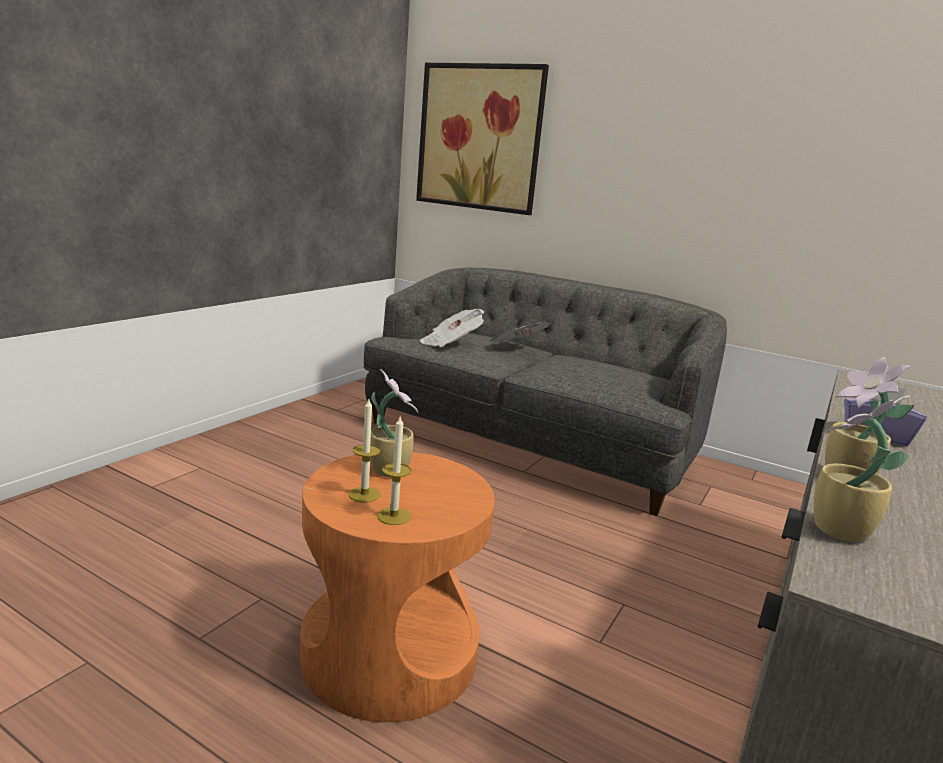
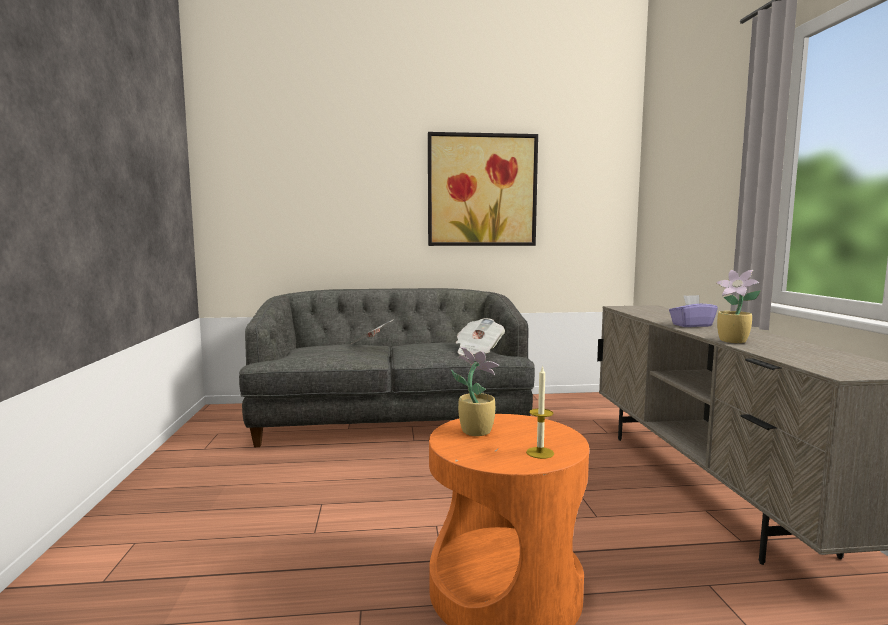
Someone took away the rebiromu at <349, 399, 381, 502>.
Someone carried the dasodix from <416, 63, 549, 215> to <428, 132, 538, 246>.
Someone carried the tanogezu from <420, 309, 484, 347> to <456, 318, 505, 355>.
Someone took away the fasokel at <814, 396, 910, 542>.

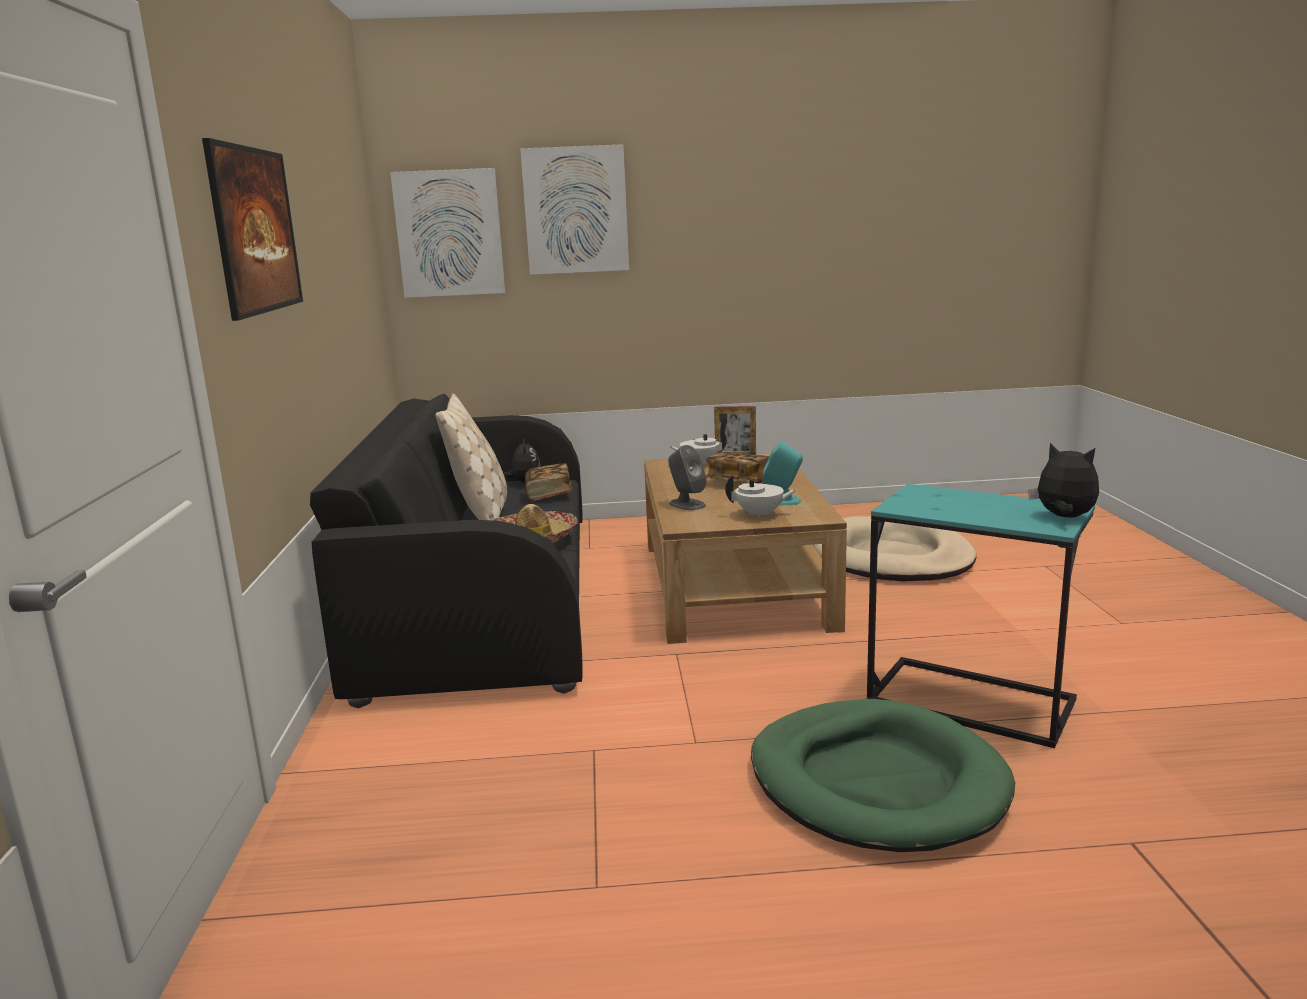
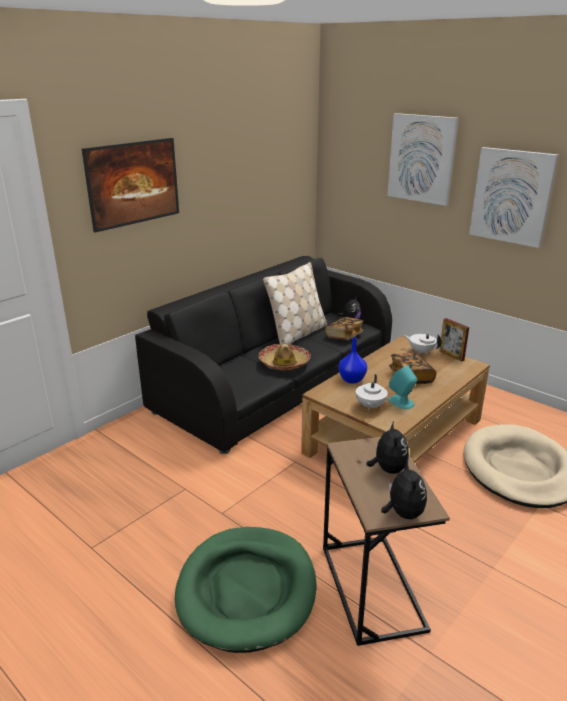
Someone carried the dasodix from <390, 168, 505, 298> to <469, 147, 558, 248>.
Someone swapped the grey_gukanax at <668, 445, 707, 510> for the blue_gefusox at <338, 337, 367, 384>.
Someone rotated the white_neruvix at <725, 475, 797, 519> by 60 degrees clockwise.
Someone repainted the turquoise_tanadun at <867, 484, 1095, 748>, which became the brown_tanadun at <323, 437, 450, 646>.
Someone put down the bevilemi at <366, 421, 409, 474>.

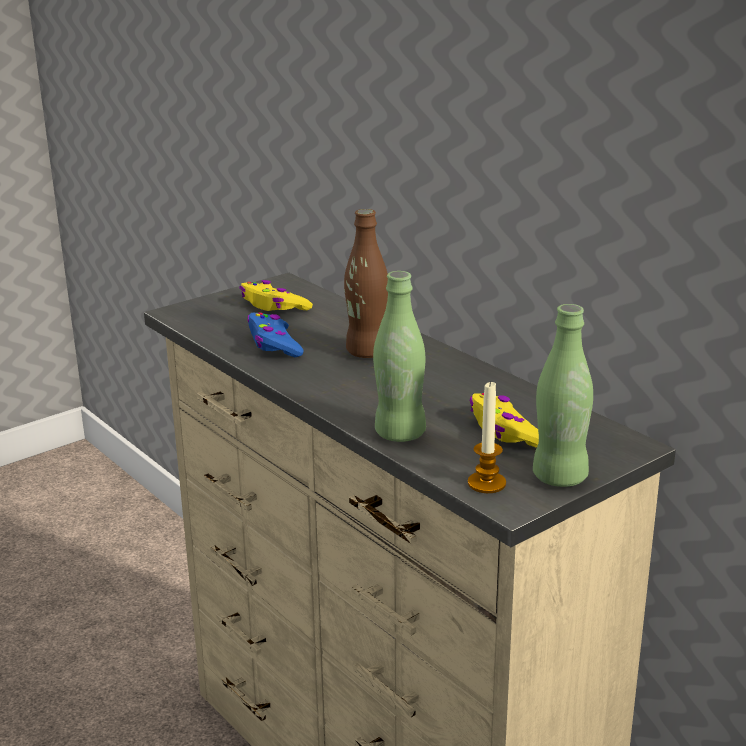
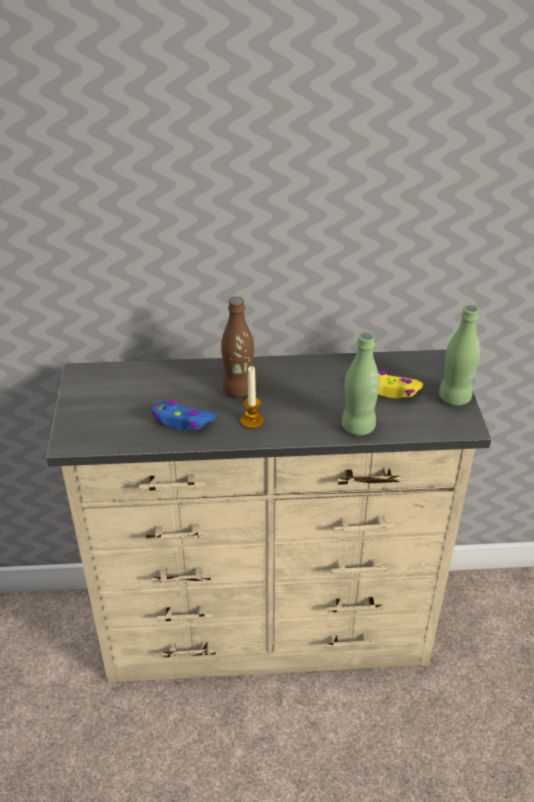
Someone took away the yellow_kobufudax at <239, 280, 313, 311>.
Someone carried the rebiromu from <468, 380, 506, 493> to <241, 366, 264, 429>.

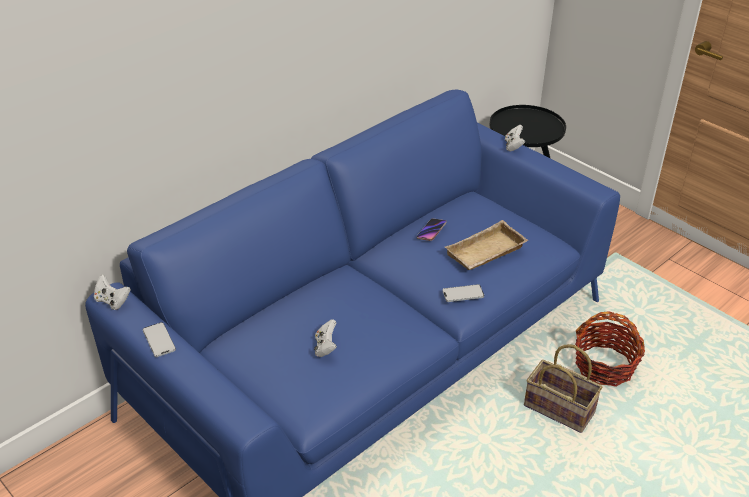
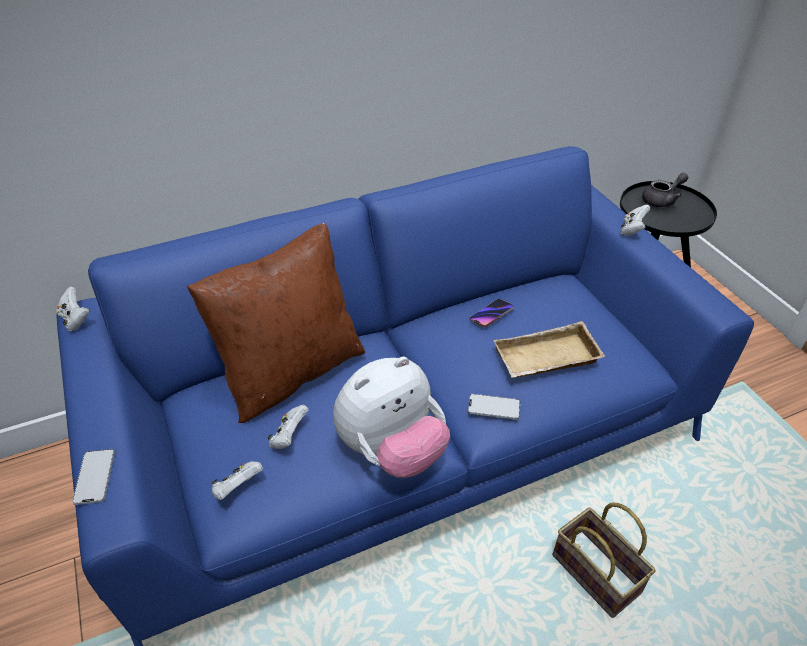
Someone carried the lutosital from <143, 322, 176, 357> to <72, 449, 115, 505>.
Someone took away the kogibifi at <575, 311, 645, 387>.
Someone put down the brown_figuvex at <187, 223, 365, 423>.
Someone put down the white_kobufudax at <211, 461, 263, 500>.
Someone put down the bevilemi at <333, 356, 450, 478>.
Someone put down the grey_neruvix at <642, 173, 688, 207>.

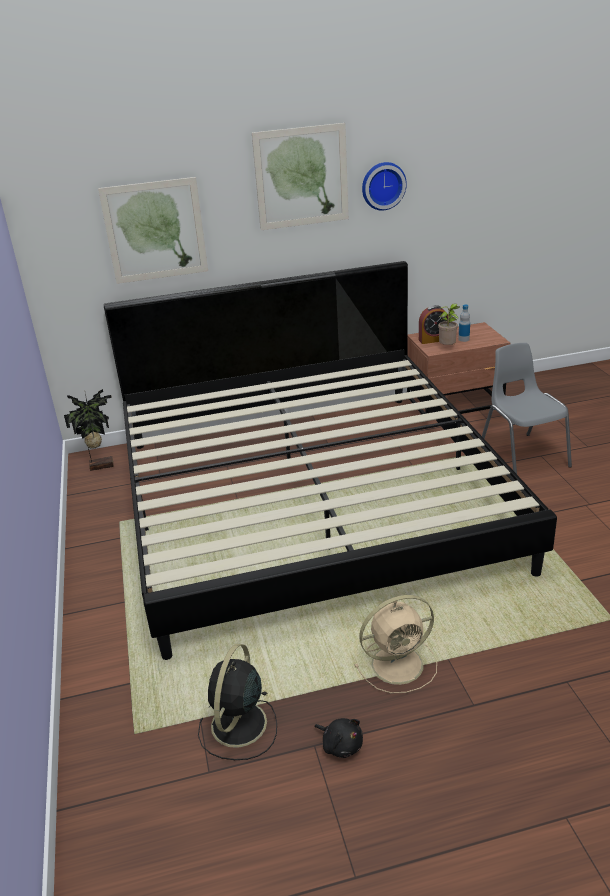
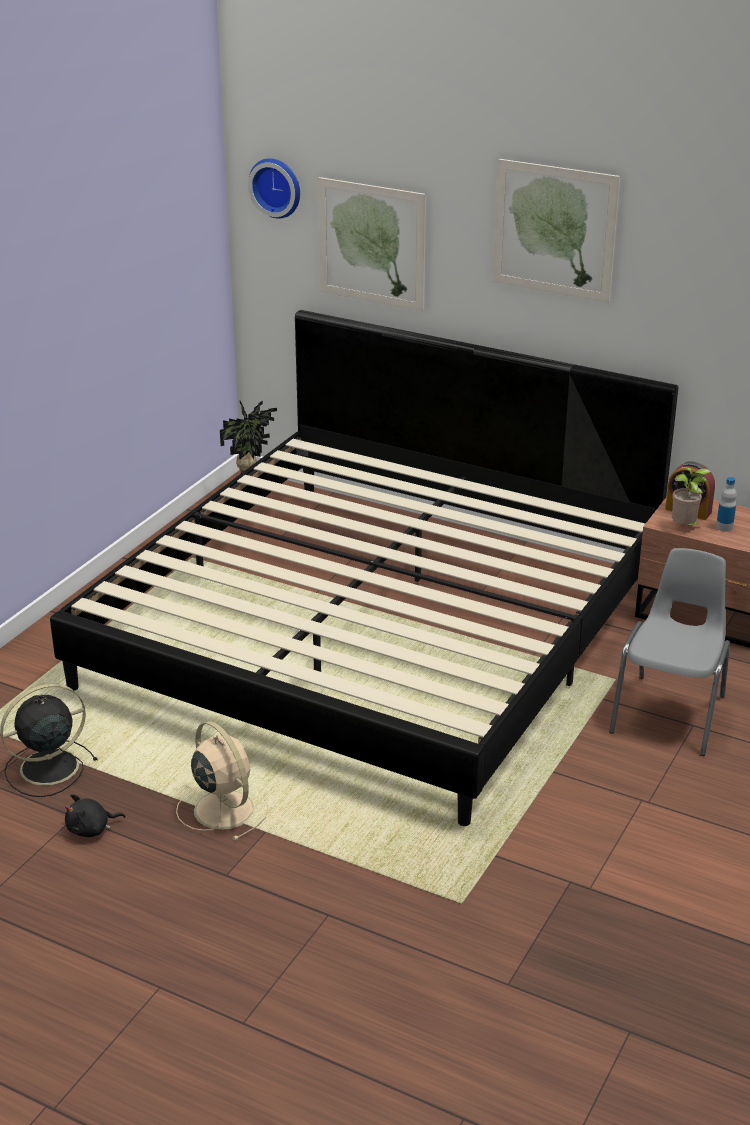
Someone rotated the black_bevilemi at <315, 718, 363, 758> by 75 degrees clockwise.
Someone rotated the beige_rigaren at <354, 595, 437, 693> by 150 degrees counterclockwise.
Someone carried the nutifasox from <362, 162, 407, 211> to <248, 158, 300, 219>.

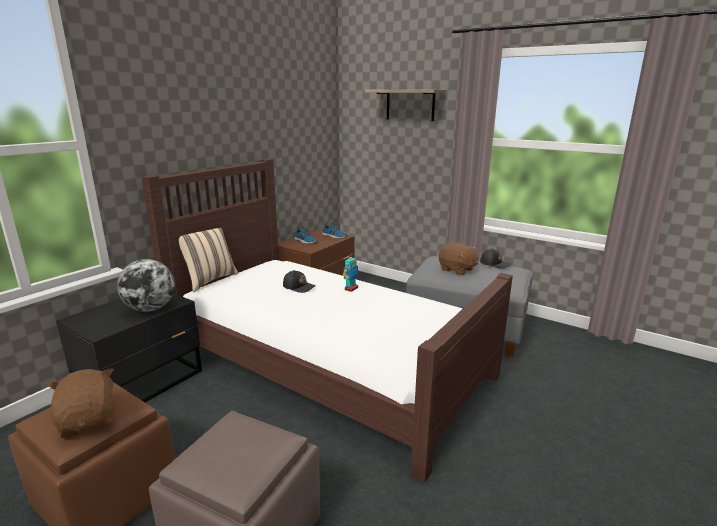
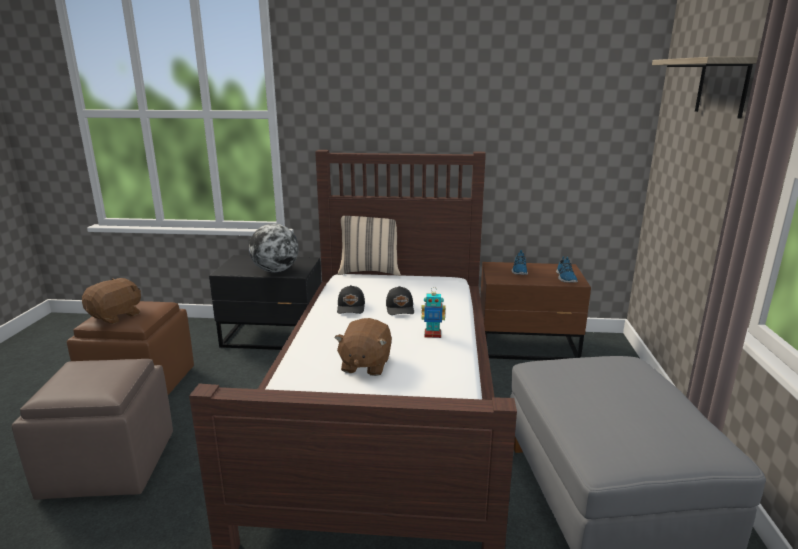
Someone carried the brown_bevilemi from <439, 242, 478, 275> to <334, 318, 392, 376>.
Someone carried the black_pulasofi from <480, 249, 512, 269> to <337, 285, 365, 314>.

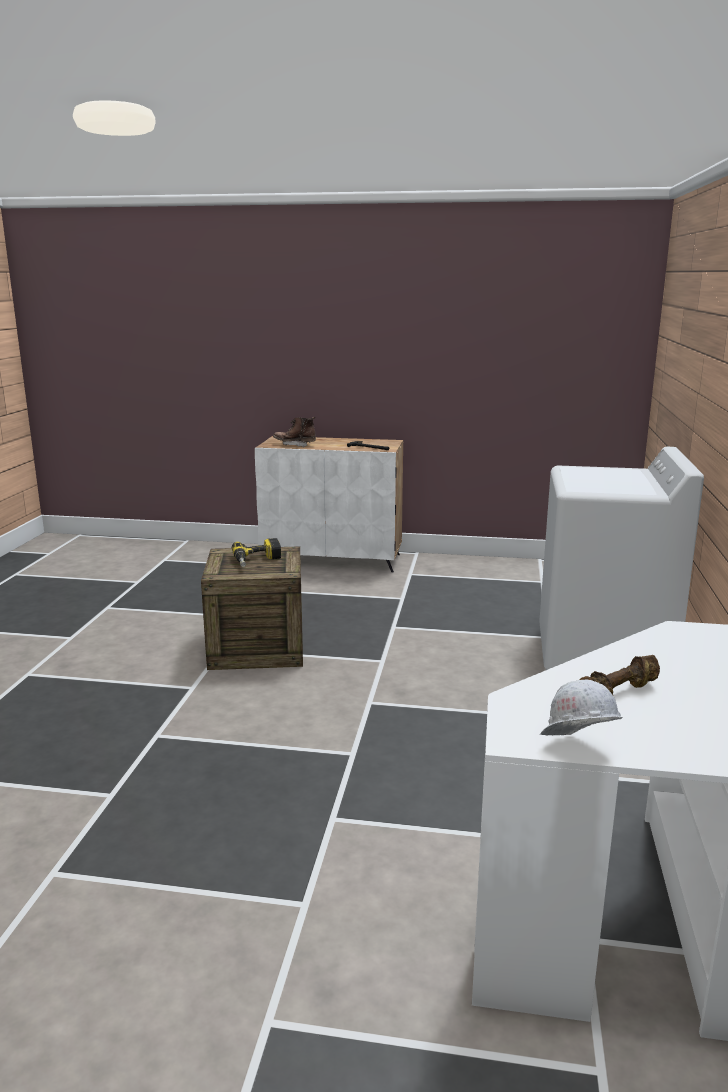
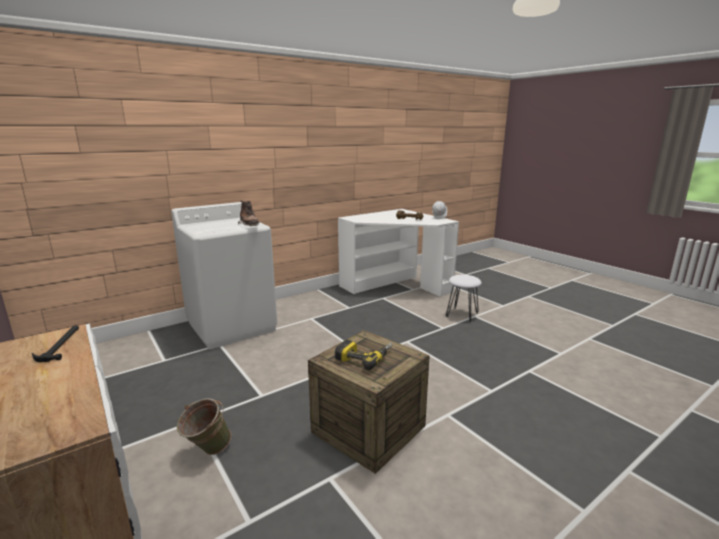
Someone carried the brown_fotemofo from <273, 417, 316, 447> to <238, 200, 259, 226>.
Someone put down the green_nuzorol at <177, 398, 231, 455>.
Someone put down the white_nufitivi at <446, 275, 482, 322>.

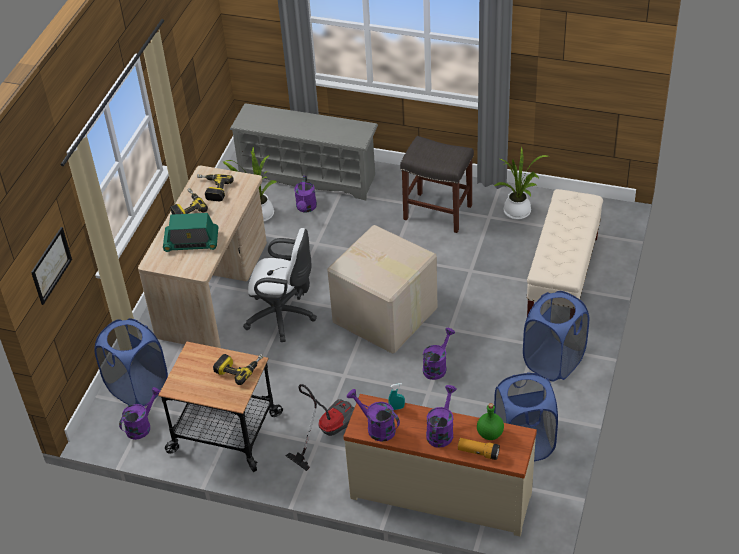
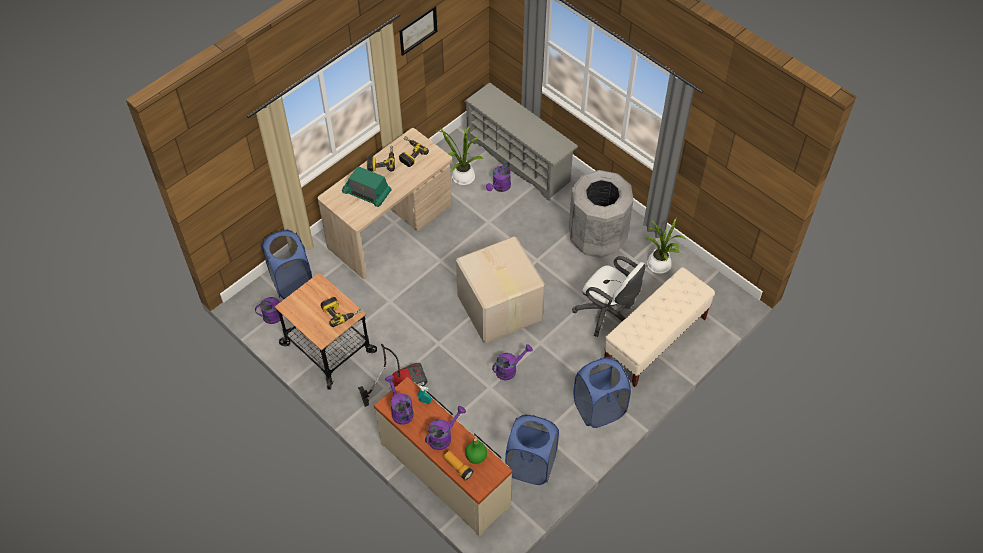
Someone carried the dasodix from <31, 227, 72, 305> to <399, 6, 437, 56>.
Someone carried the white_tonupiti from <243, 228, 317, 342> to <572, 256, 646, 337>.
Someone swapped the grey_nufitivi at <400, 136, 474, 233> for the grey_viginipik at <569, 170, 634, 258>.

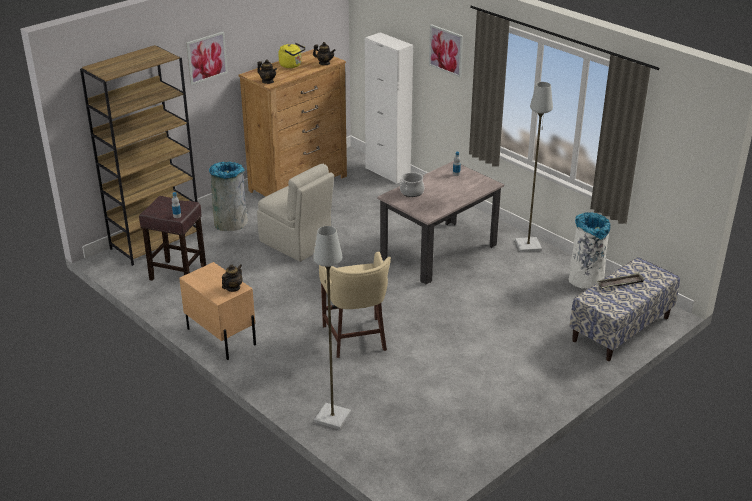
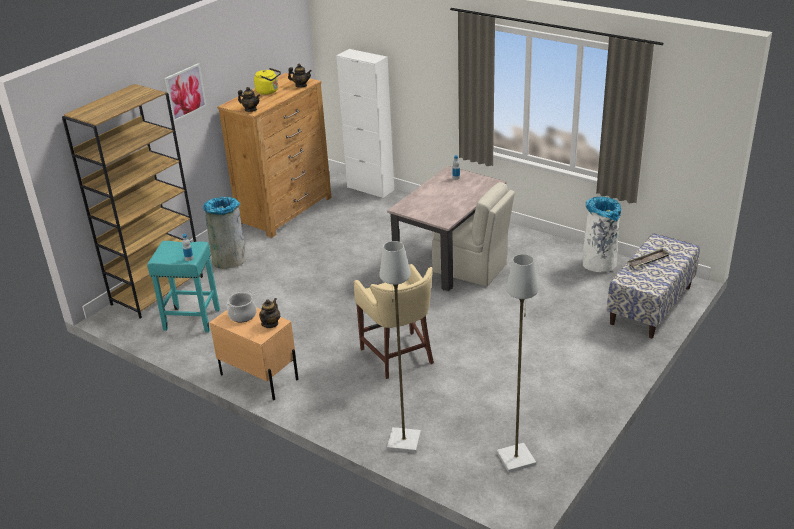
Someone repainted the brown_nufitivi at <139, 196, 206, 281>, which became the turquoise_nufitivi at <147, 241, 220, 333>.
Someone carried the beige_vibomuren from <257, 164, 334, 262> to <432, 182, 515, 287>.
Someone carried the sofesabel from <400, 172, 425, 197> to <225, 291, 257, 322>.
Someone took away the dasodix at <429, 24, 463, 77>.
Someone carried the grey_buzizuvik from <515, 82, 553, 252> to <496, 254, 539, 473>.

